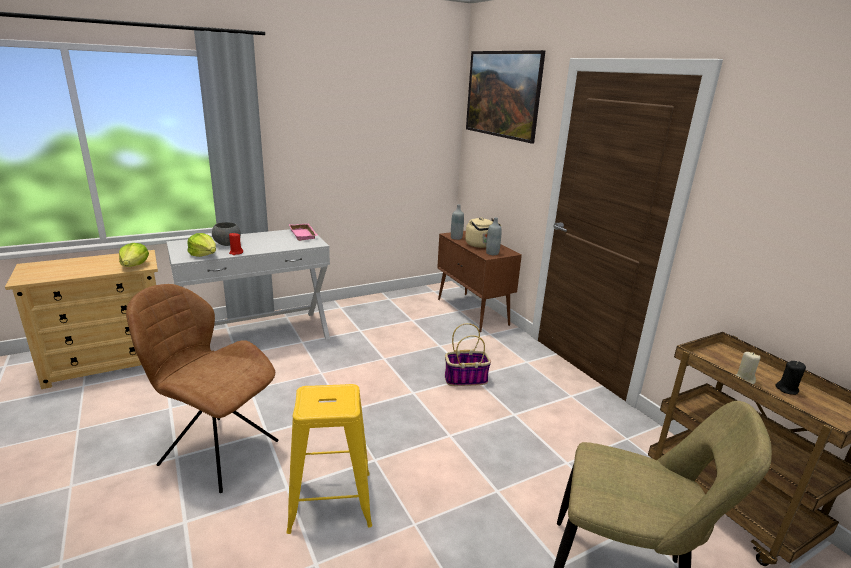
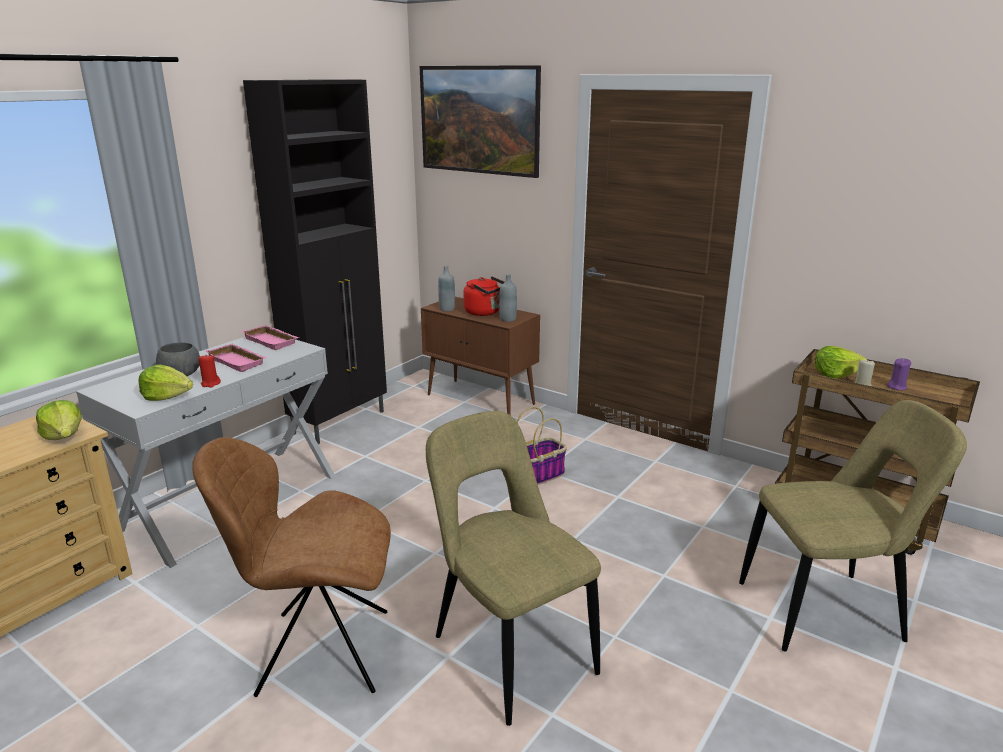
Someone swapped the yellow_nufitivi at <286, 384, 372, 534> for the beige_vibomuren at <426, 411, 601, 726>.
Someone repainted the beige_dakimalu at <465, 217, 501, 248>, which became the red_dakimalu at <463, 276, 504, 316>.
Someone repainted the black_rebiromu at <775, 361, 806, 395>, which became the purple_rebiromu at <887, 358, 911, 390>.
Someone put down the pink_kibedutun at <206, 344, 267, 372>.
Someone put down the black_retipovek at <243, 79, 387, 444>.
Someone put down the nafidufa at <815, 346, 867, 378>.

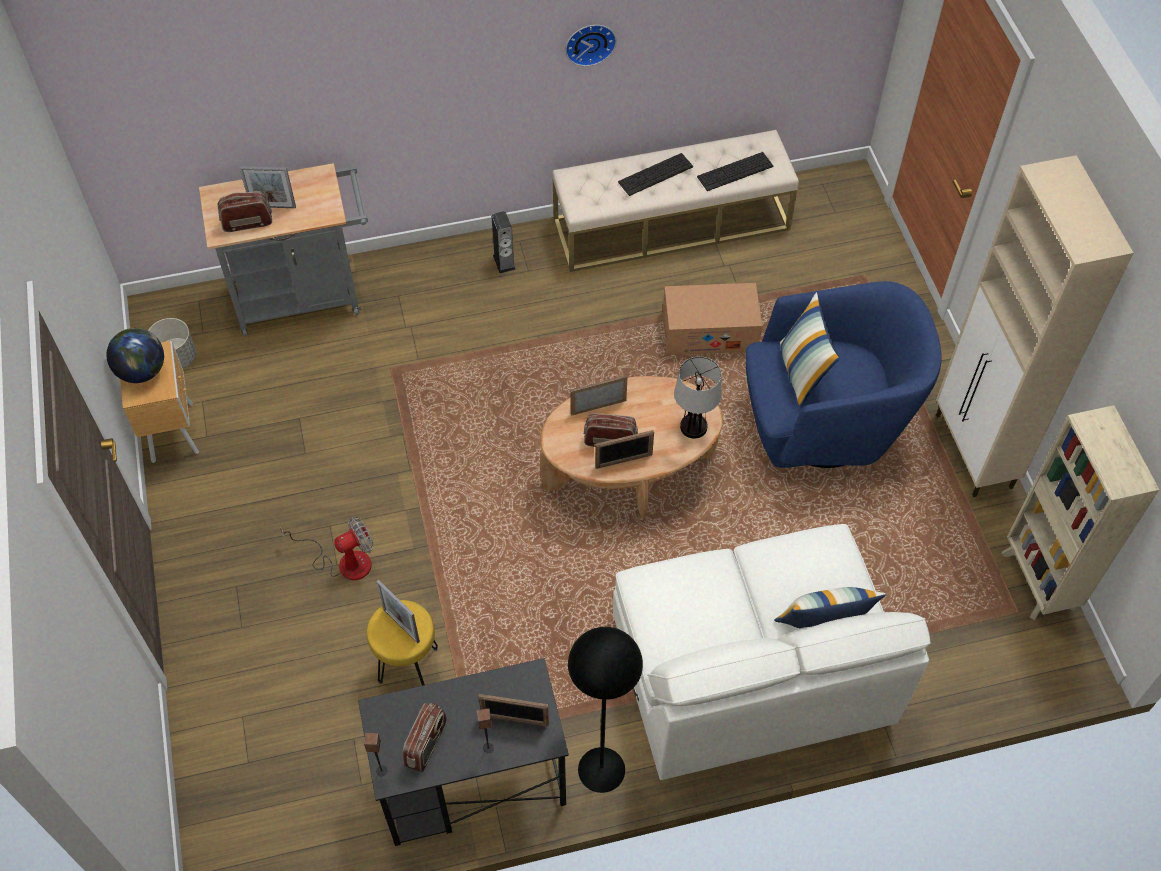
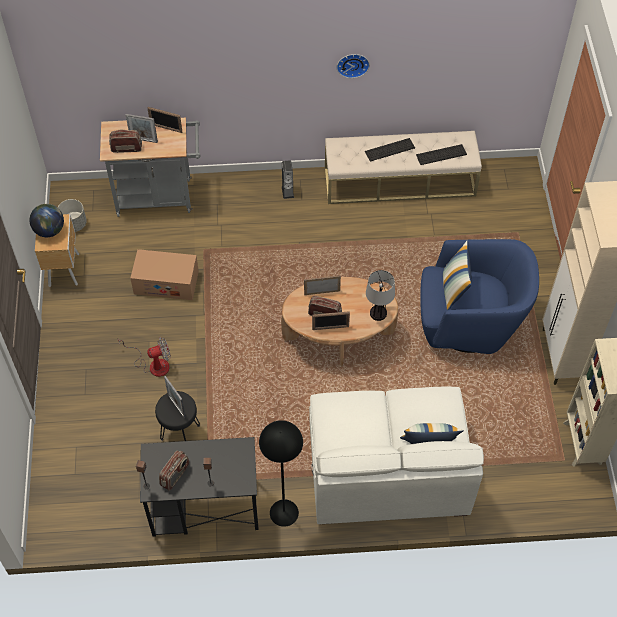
Someone repainted the yellow_nufitivi at <367, 600, 438, 686>, which became the black_nufitivi at <155, 391, 200, 441>.
Someone carried the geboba from <478, 694, 549, 726> to <147, 107, 182, 133>.
Someone carried the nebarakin from <663, 283, 762, 355> to <130, 249, 199, 300>.

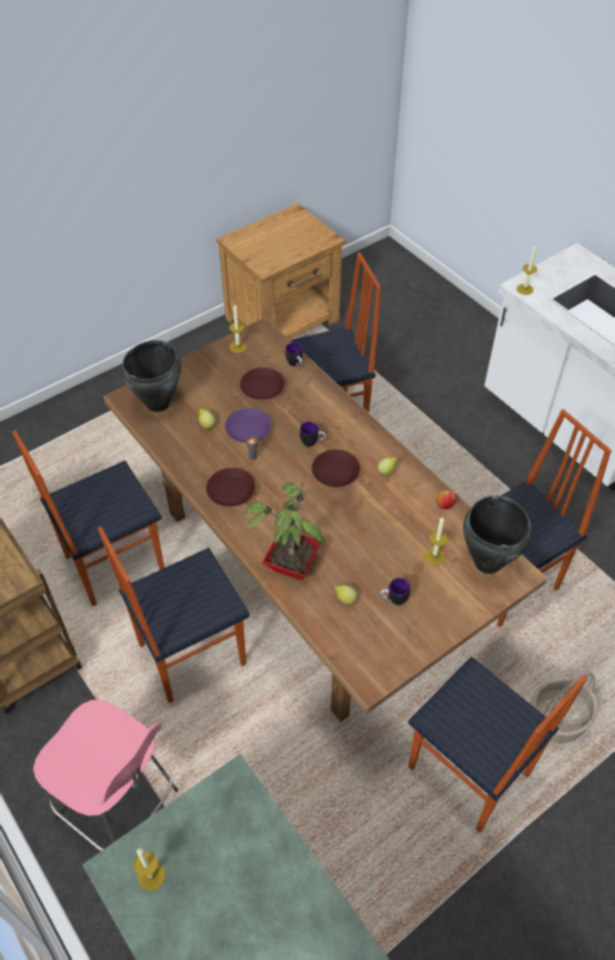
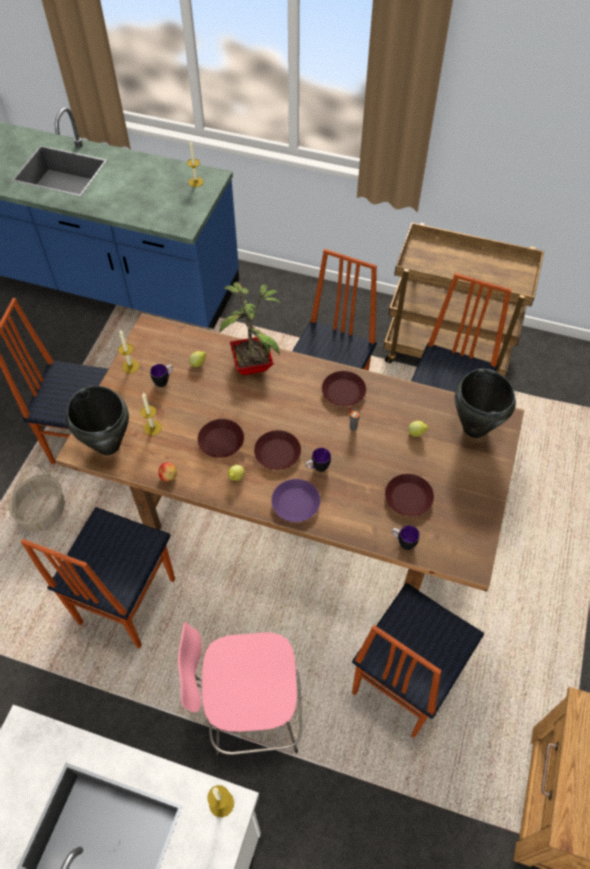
Someone carried the pink_nufitivi from <33, 700, 178, 851> to <178, 622, 302, 758>.
Someone carried the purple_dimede from <225, 408, 271, 443> to <271, 479, 320, 522>.
Someone carried the rebiromu from <229, 305, 247, 353> to <118, 329, 139, 373>.
Someone put down the brown_dimede at <197, 419, 244, 458>.

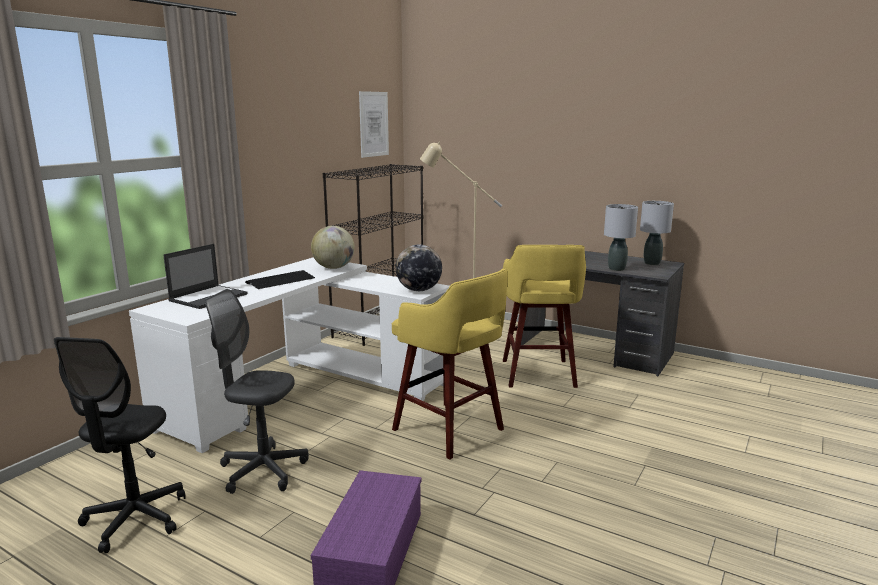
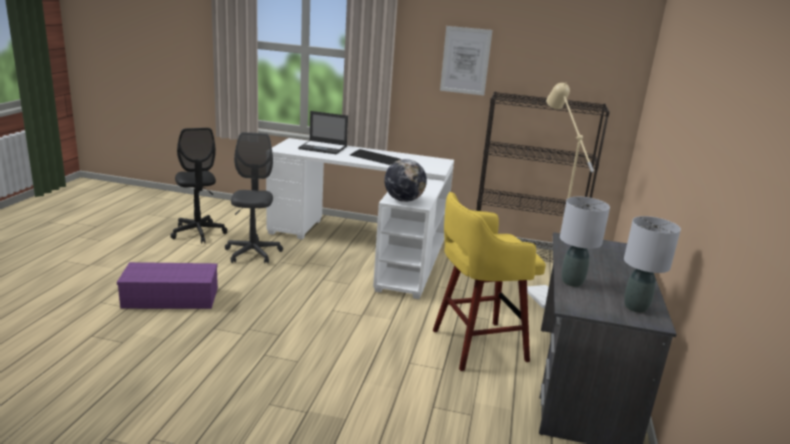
Someone rotated the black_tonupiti at <54, 337, 185, 553> by 105 degrees counterclockwise.
Someone took away the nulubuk at <311, 226, 355, 269>.
Someone carried the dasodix from <359, 91, 389, 158> to <440, 26, 492, 95>.
Someone took away the yellow_nufitivi at <392, 269, 508, 460>.

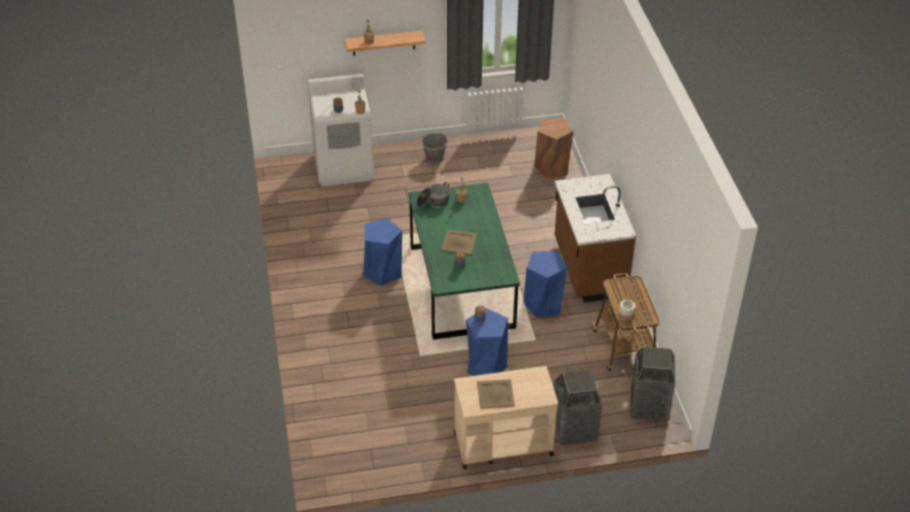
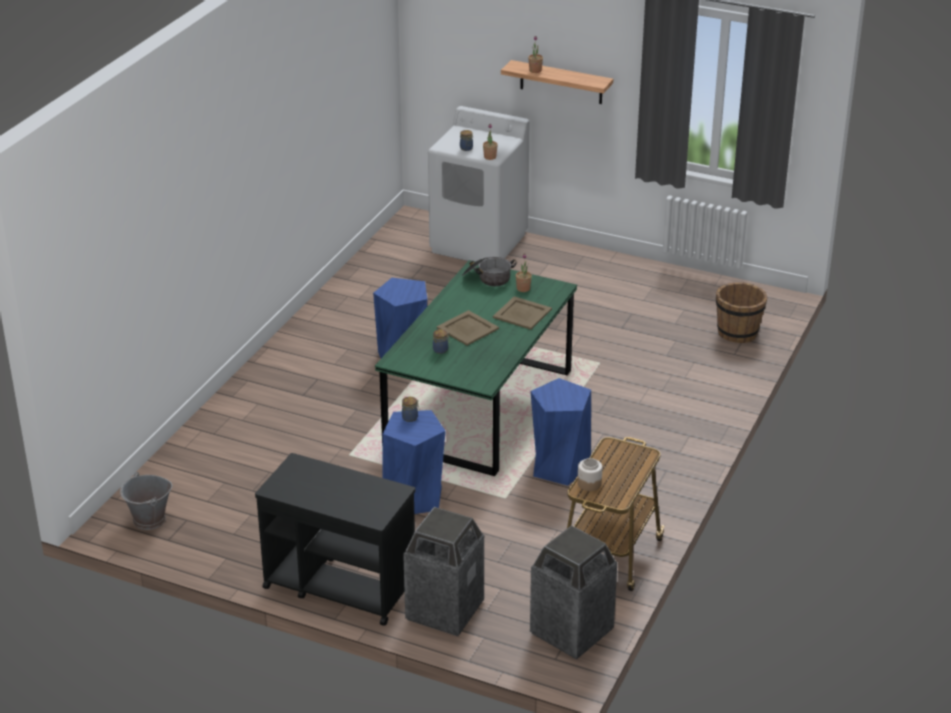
Someone carried the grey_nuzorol from <421, 133, 448, 164> to <120, 472, 173, 530>.
Someone repainted the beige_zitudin at <454, 366, 558, 469>, which became the black_zitudin at <255, 453, 416, 626>.
Someone carried the beige_kibedutun from <477, 379, 515, 409> to <493, 296, 552, 330>.
Someone swapped the brown_nufitivi at <534, 118, 574, 178> for the brown_nuzorol at <716, 283, 768, 343>.
Someone took away the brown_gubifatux at <554, 174, 636, 303>.

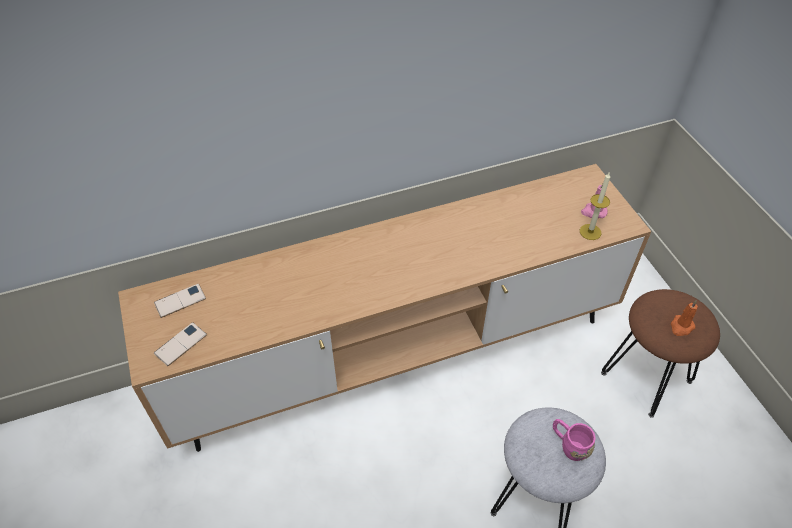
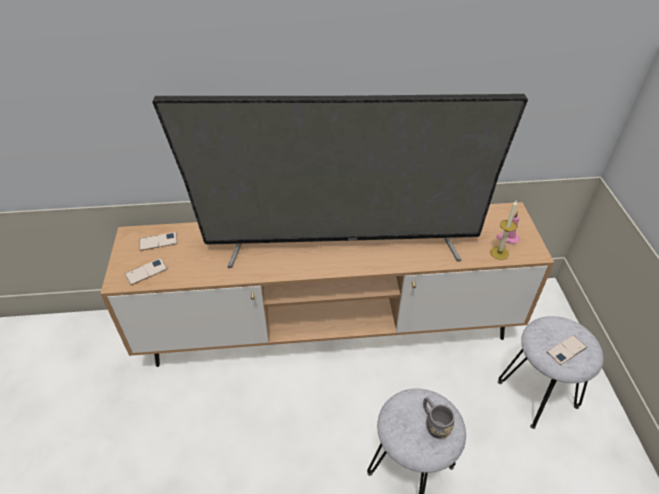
Someone repainted the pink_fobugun at <553, 419, 595, 461>, which became the grey_fobugun at <423, 398, 455, 439>.
Someone repainted the brown_nufitivi at <601, 289, 720, 418>, which became the grey_nufitivi at <498, 316, 604, 429>.
Someone swapped the orange_rebiromu at <671, 300, 698, 336> for the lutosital at <547, 335, 587, 365>.
Someone put down the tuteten at <152, 94, 528, 268>.

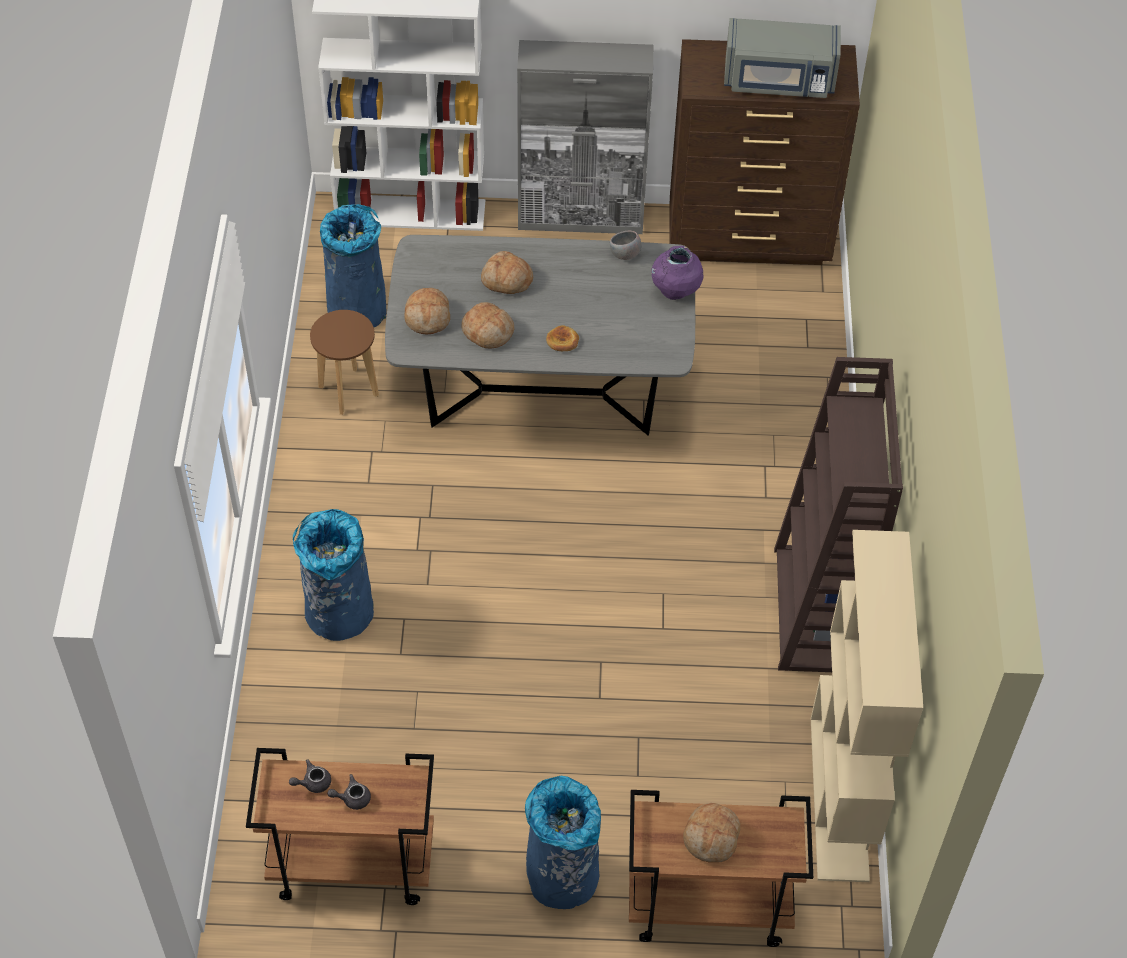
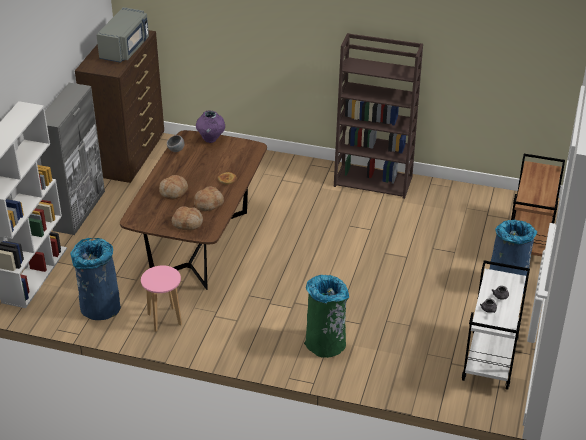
Someone repainted the brown_zitudin at <246, 748, 434, 905>, which became the white_zitudin at <462, 260, 530, 390>.
Someone repainted the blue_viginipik at <293, 509, 374, 641>, which became the green_viginipik at <304, 275, 349, 358>.
Someone repainted the brown_nufitivi at <310, 310, 379, 415>, which became the pink_nufitivi at <141, 266, 182, 332>.
Someone repainted the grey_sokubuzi at <385, 235, 695, 435>, which became the brown_sokubuzi at <120, 130, 267, 290>.
Someone took away the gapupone at <683, 803, 740, 862>.
Someone took away the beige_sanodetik at <811, 530, 923, 882>.

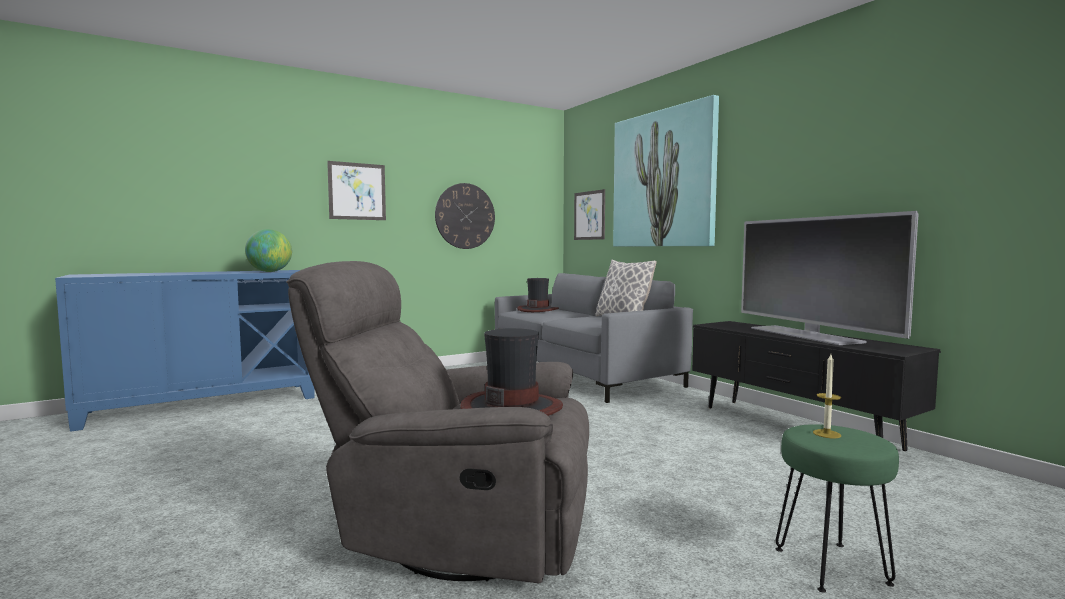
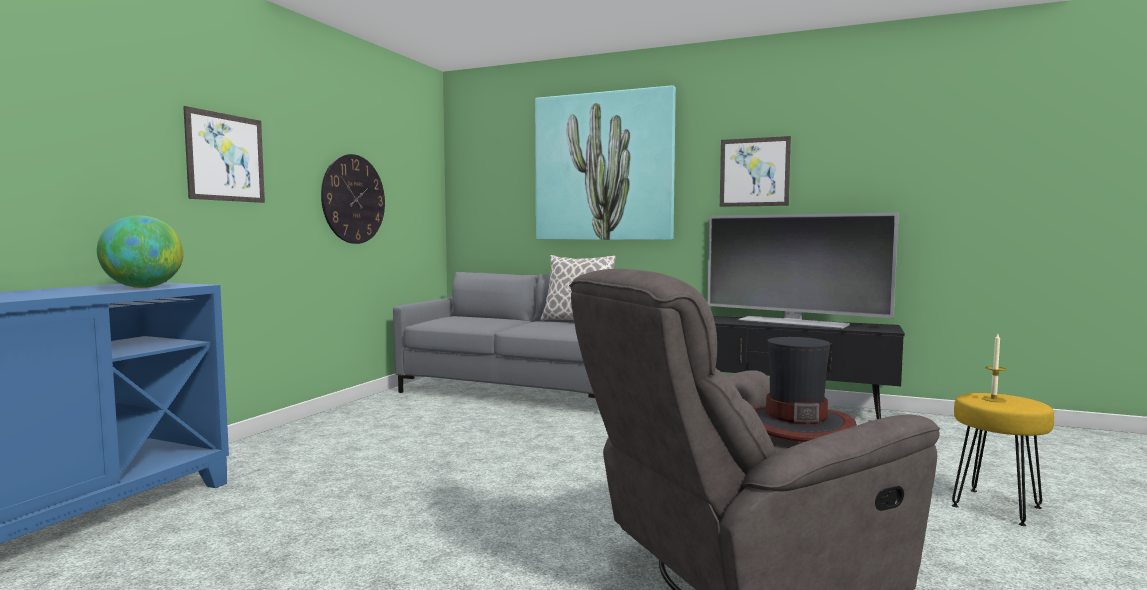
Someone took away the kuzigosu at <517, 278, 559, 312>.
Someone carried the dasodix from <574, 189, 605, 240> to <720, 136, 791, 207>.
Someone repainted the green_nufitivi at <776, 424, 899, 593>, which became the yellow_nufitivi at <952, 393, 1054, 526>.

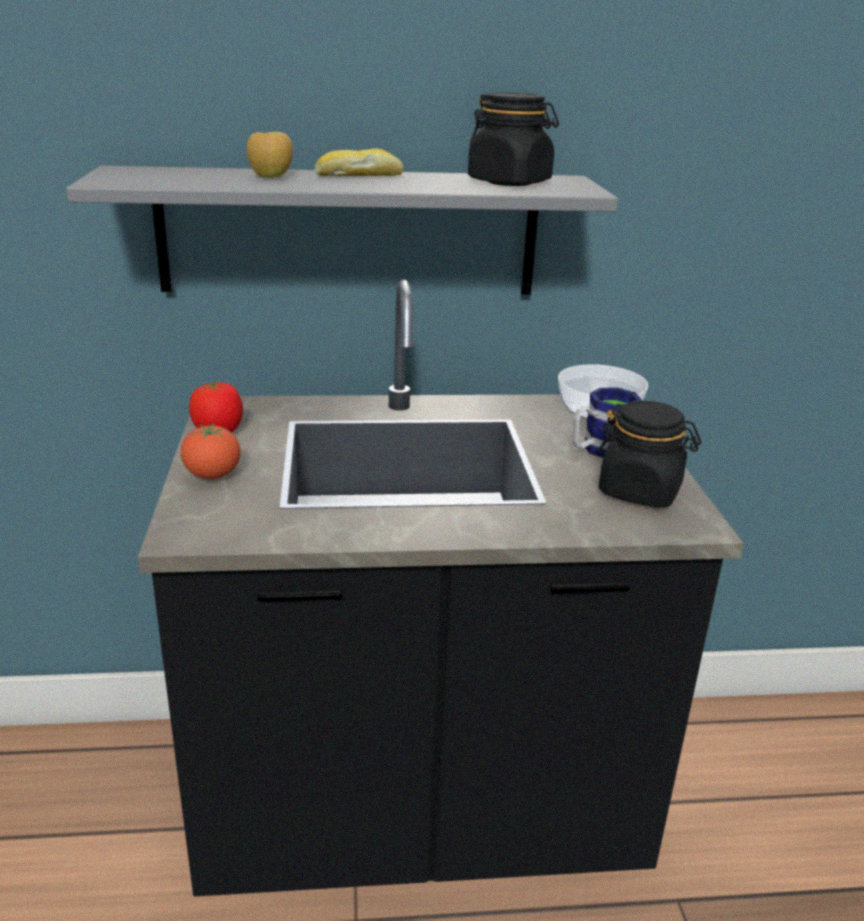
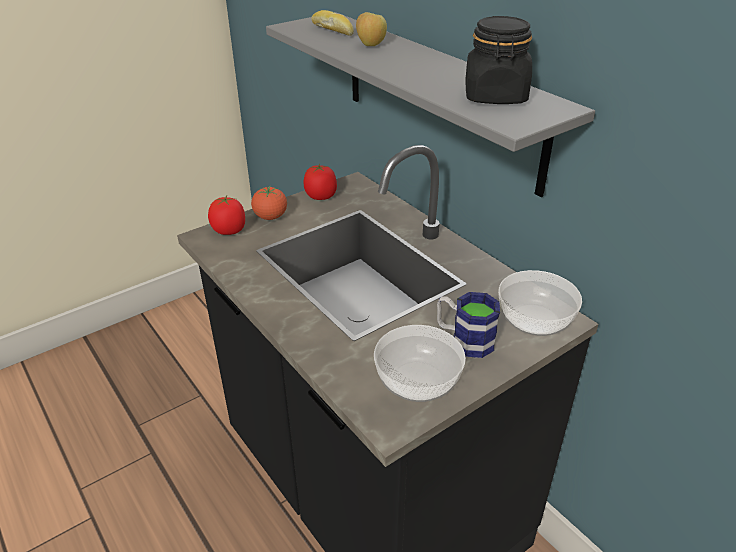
Someone carried the gapupone from <315, 149, 404, 176> to <311, 10, 354, 36>.
Someone swapped the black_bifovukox at <596, 401, 701, 508> for the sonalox at <374, 325, 466, 402>.
Someone put down the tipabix at <208, 196, 245, 235>.

